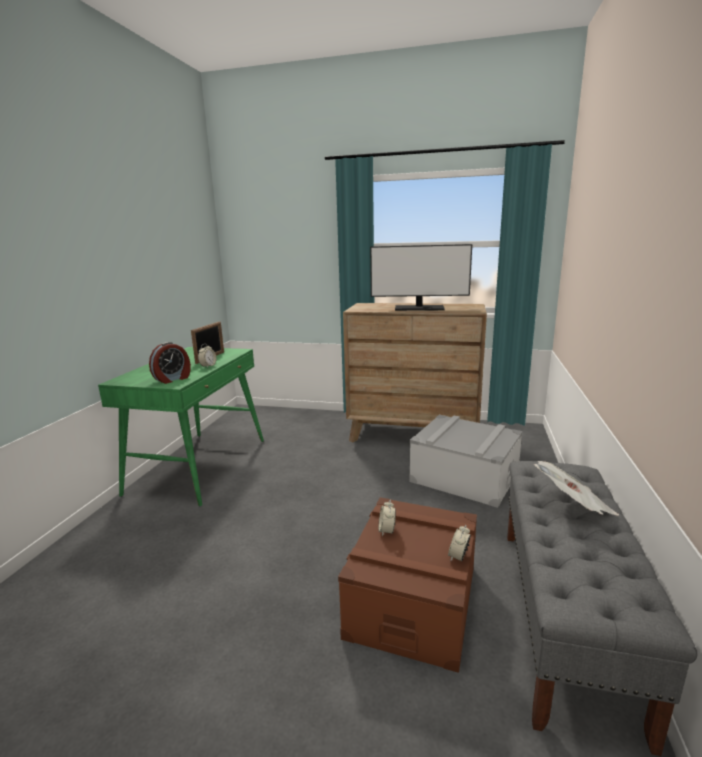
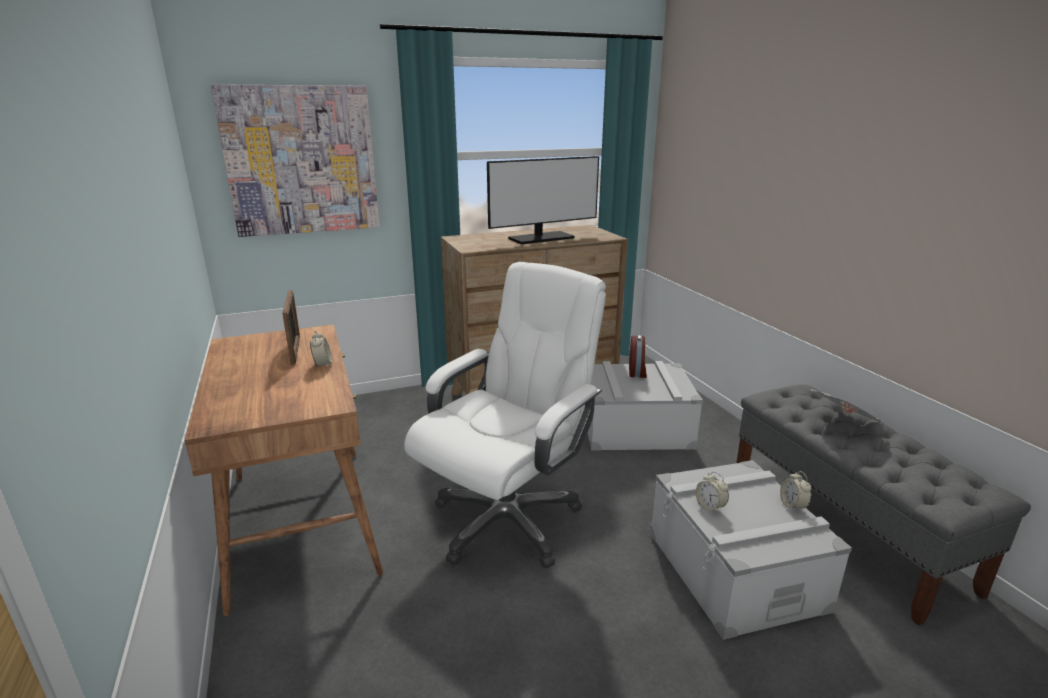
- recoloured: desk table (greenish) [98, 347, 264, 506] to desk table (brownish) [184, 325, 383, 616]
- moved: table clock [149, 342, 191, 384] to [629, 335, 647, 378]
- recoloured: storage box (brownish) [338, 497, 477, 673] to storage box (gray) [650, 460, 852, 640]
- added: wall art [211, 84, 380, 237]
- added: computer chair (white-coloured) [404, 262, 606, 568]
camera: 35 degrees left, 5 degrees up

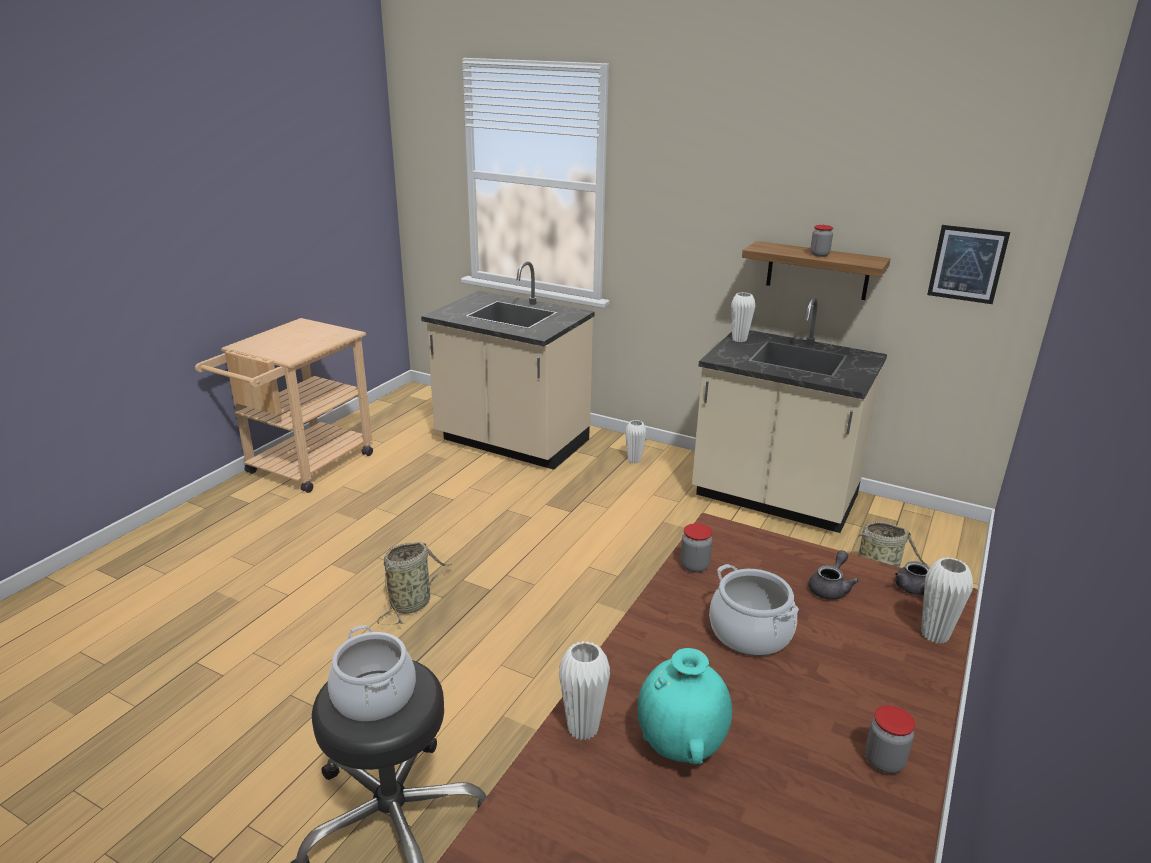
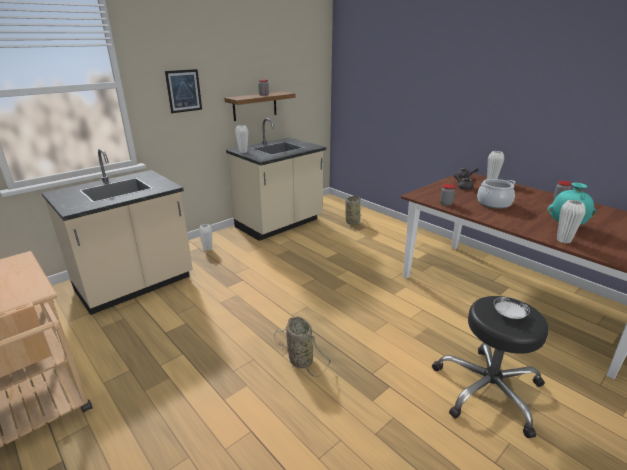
- replaced: saucepot [328, 625, 416, 722] to flat dish (white-coloured) [494, 297, 530, 319]
- moved: wall art [927, 225, 1010, 304] to [165, 69, 202, 113]
camera: 70 degrees left, 0 degrees up

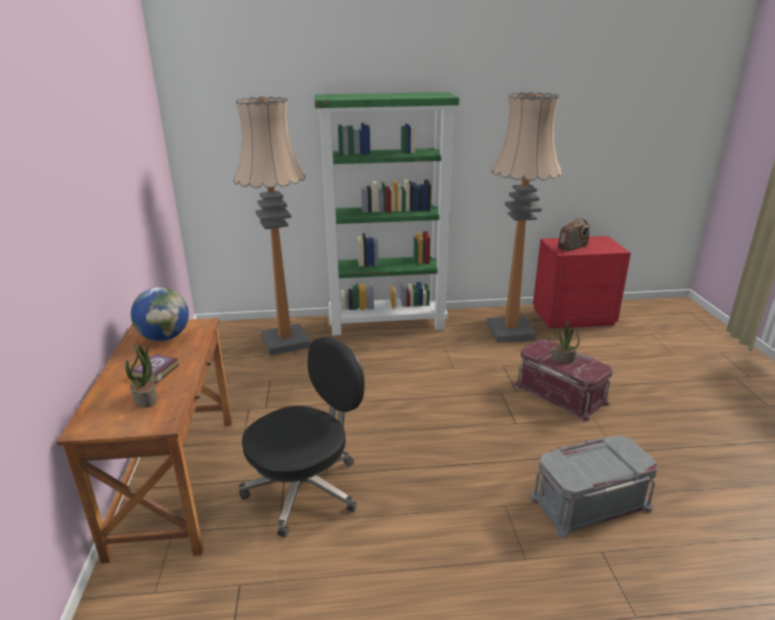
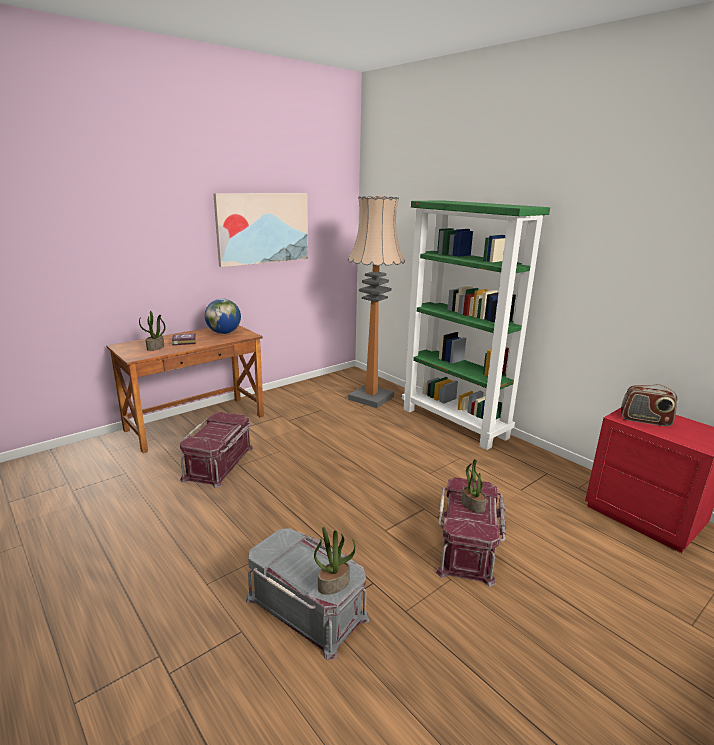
- replaced: computer chair (black) [238, 337, 365, 537] to storage box (reddish) [180, 412, 253, 488]
- removed: floor lamp [487, 92, 562, 343]
- added: wall art [213, 193, 308, 267]
- added: potted plant [314, 527, 356, 595]
camera: 55 degrees right, 5 degrees down

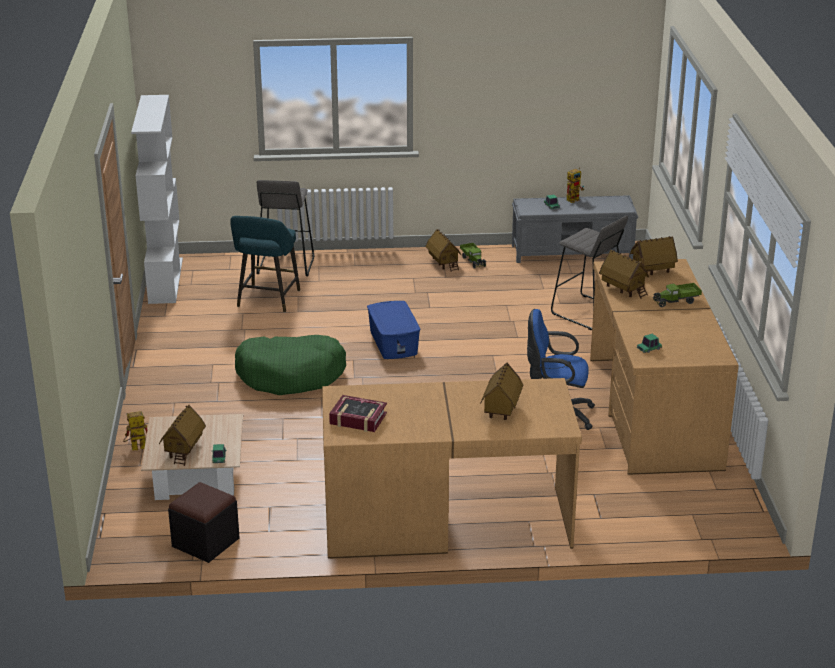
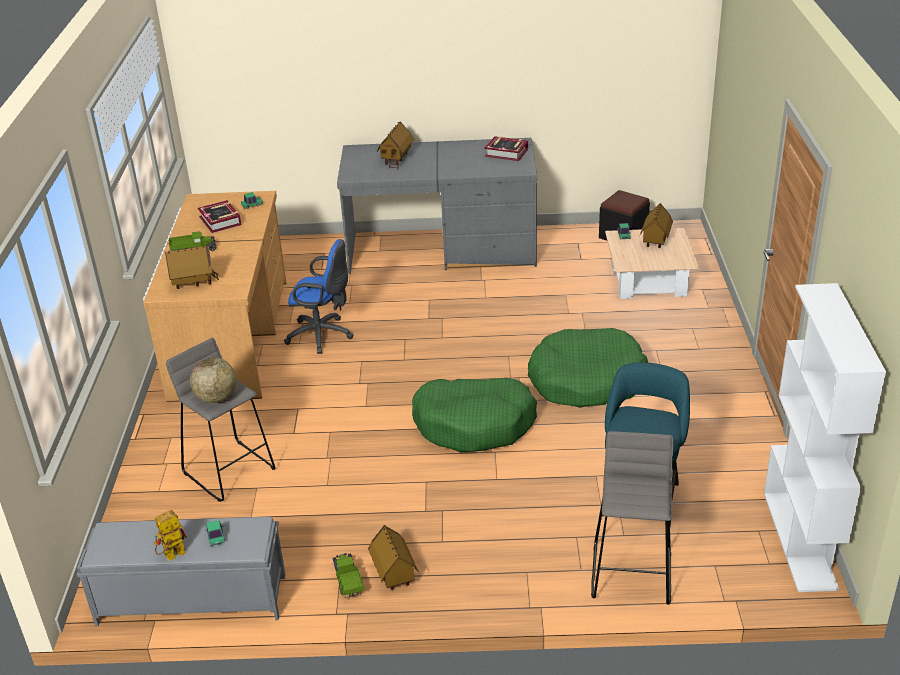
- removed: robot figure [123, 411, 147, 451]
- recoloured: desk table (brownish) [322, 378, 582, 559] to desk table (gray) [337, 138, 537, 274]
- replaced: storage box (blue-coloured) [367, 301, 421, 359] to dog bed (greenish) [412, 378, 537, 452]
- removed: model house [599, 250, 649, 299]
- added: desk globe [190, 357, 236, 403]
- added: book [198, 200, 242, 233]
camera: 175 degrees left, 5 degrees up

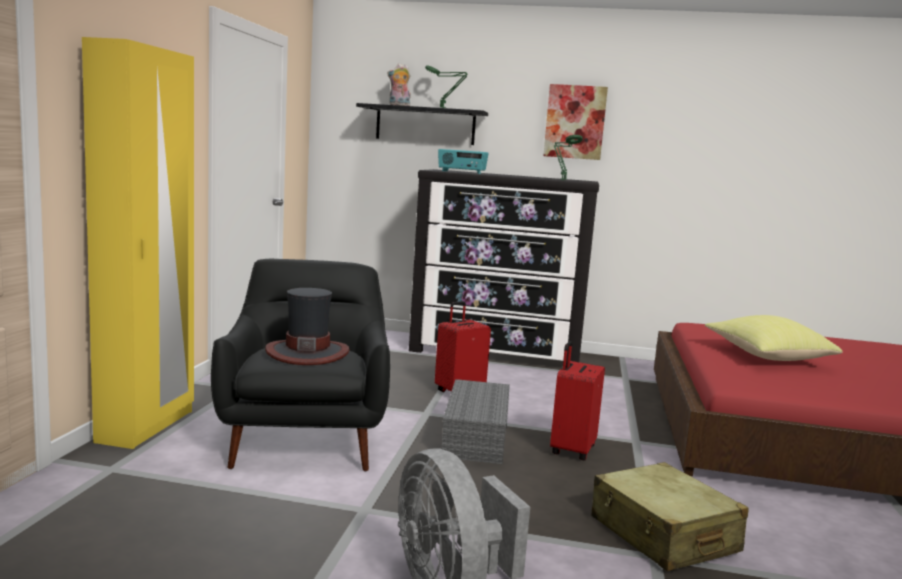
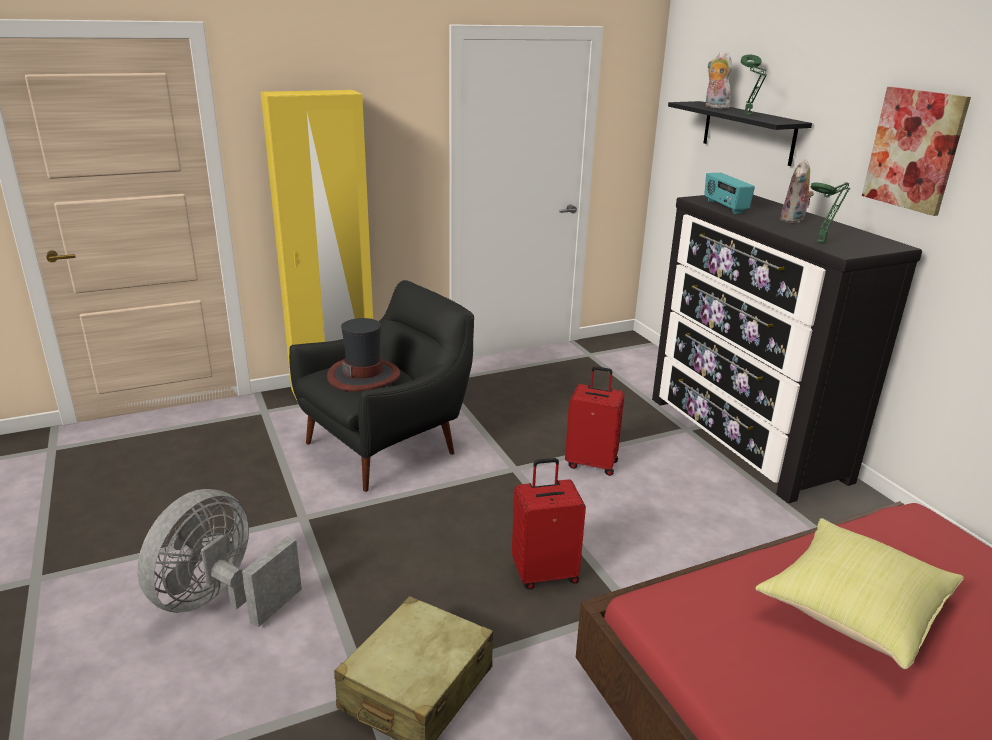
- removed: storage box (gray) [442, 379, 510, 464]
- added: cuddly toy [780, 159, 814, 223]
camera: 55 degrees right, 15 degrees up

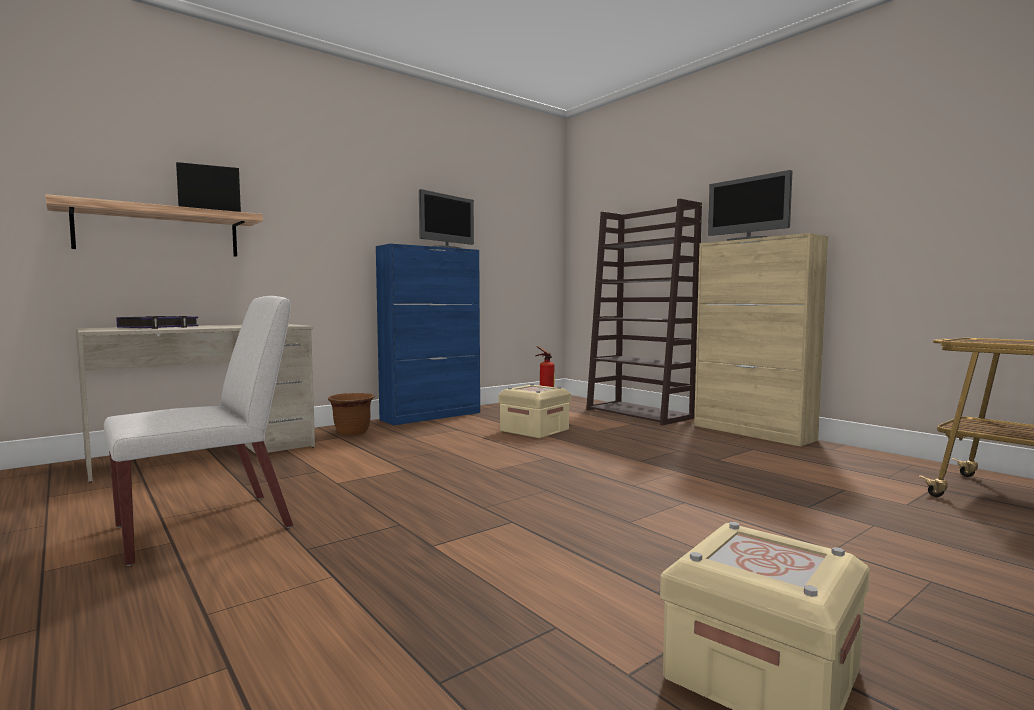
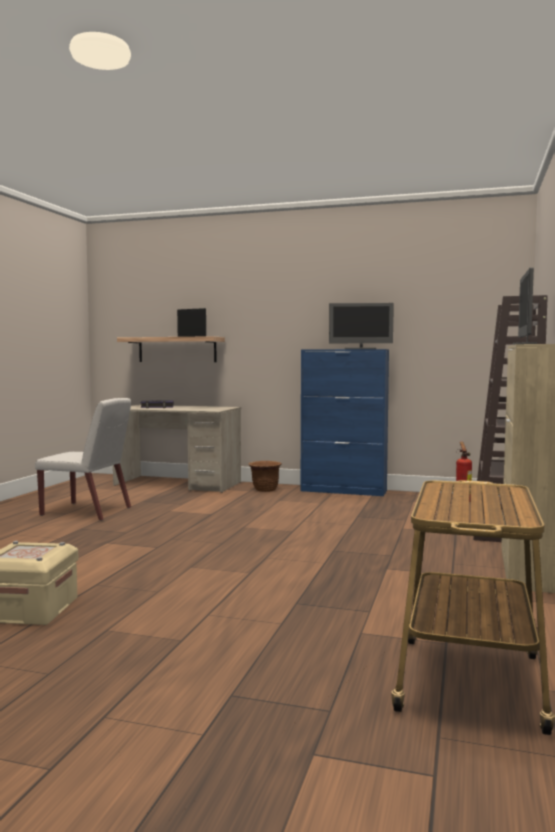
- removed: storage box (beige-coloured) [498, 383, 571, 438]
camera: 55 degrees right, 0 degrees up

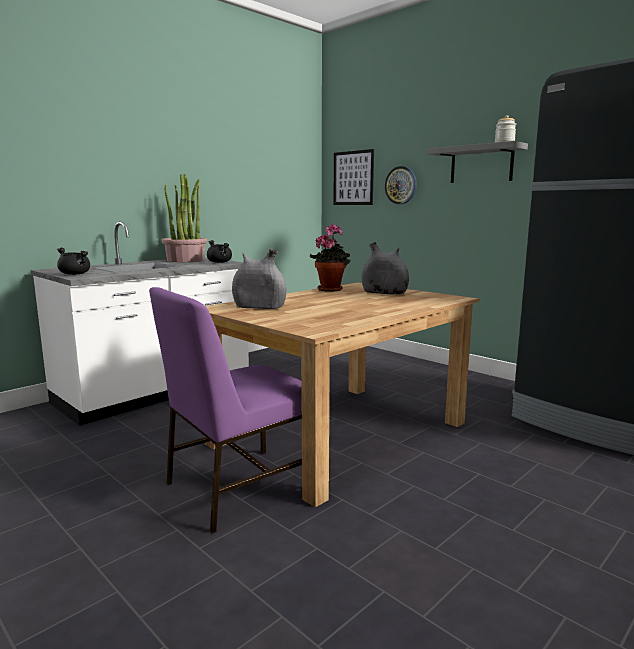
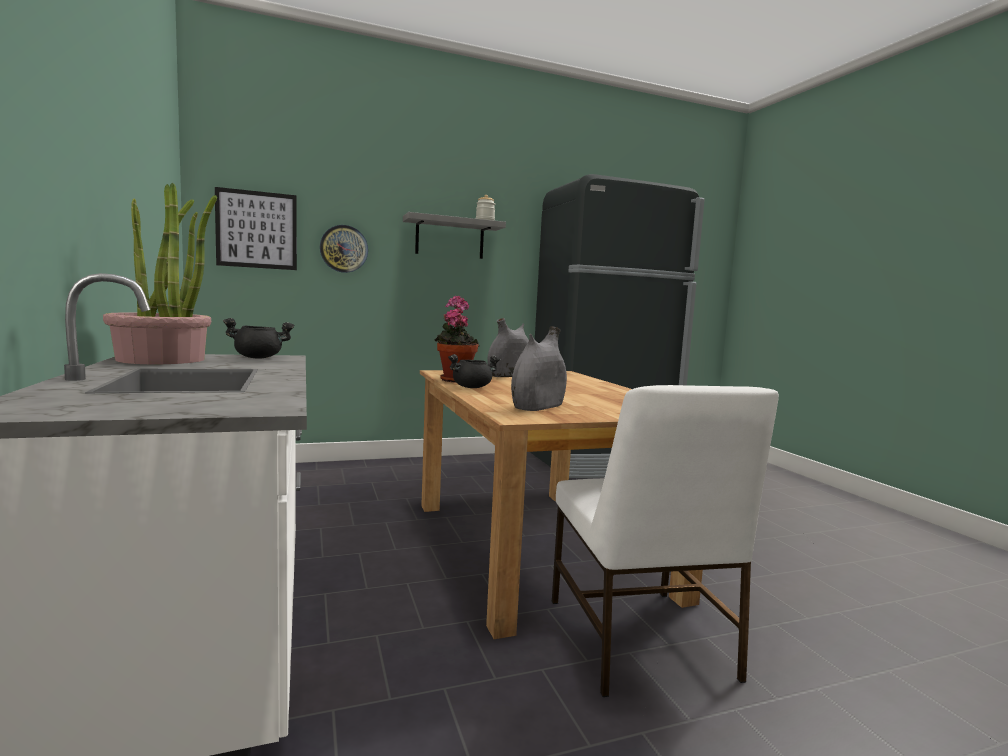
- moved: saucepot (black) [57, 248, 90, 275] to [448, 354, 500, 388]
- recoloured: upright chair (purplish) [149, 287, 302, 534] to upright chair (white-coloured) [552, 385, 779, 697]
camera: 65 degrees left, 5 degrees down

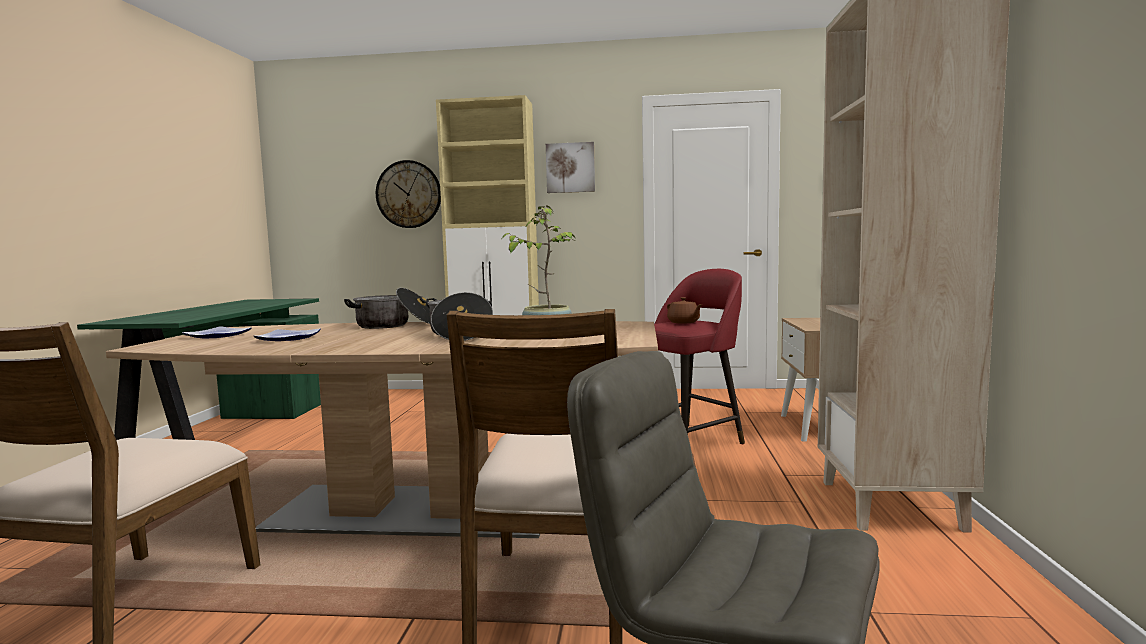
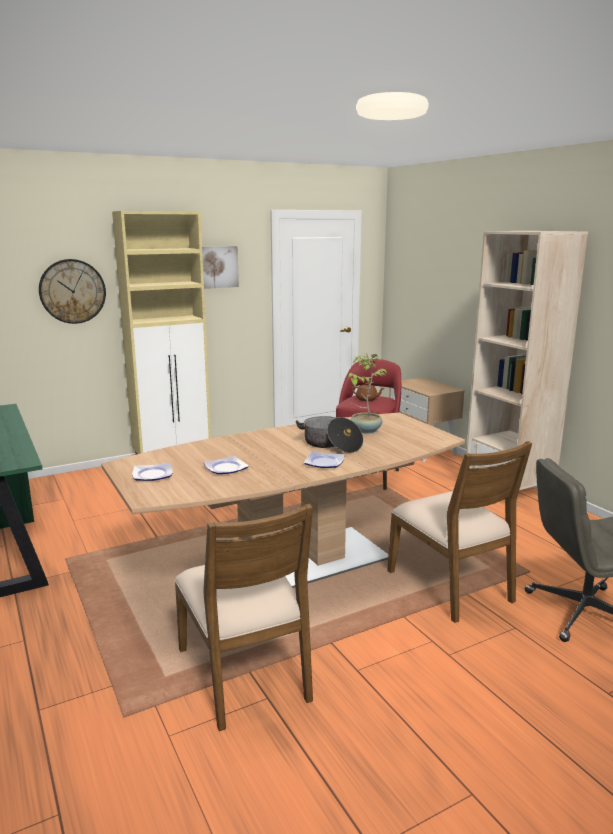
- removed: saucepot [344, 288, 430, 329]
- added: flat dish [304, 451, 344, 468]
camera: 35 degrees left, 10 degrees up

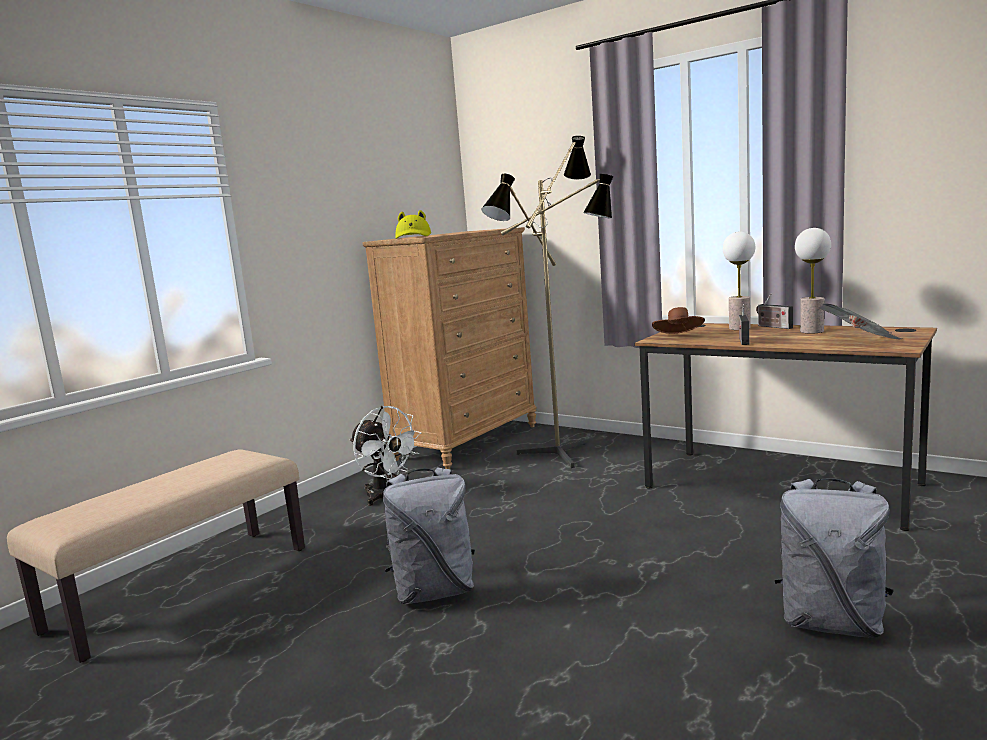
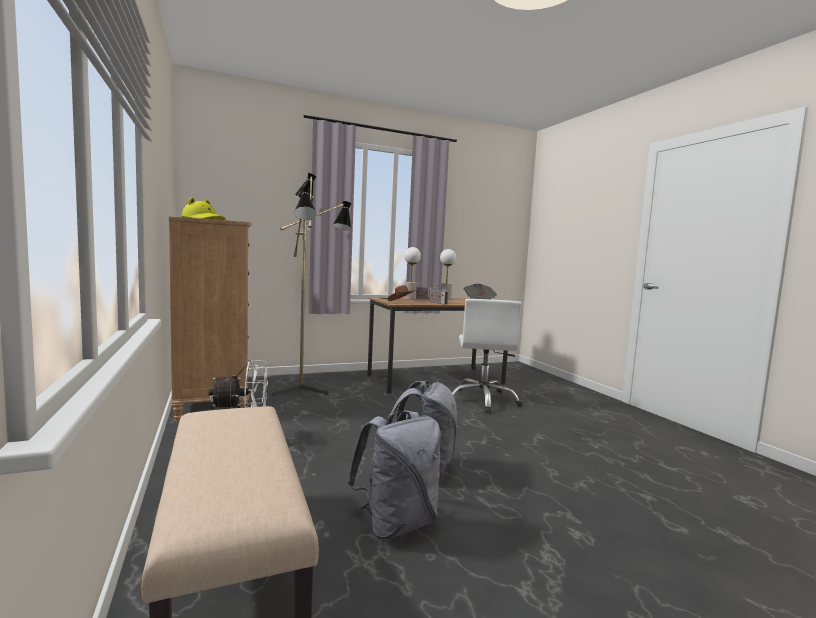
- moved: rucksack (gray) [775, 478, 894, 638] to [347, 410, 441, 540]
- added: computer chair (white-coloured) [452, 299, 522, 413]
camera: 60 degrees left, 5 degrees down

